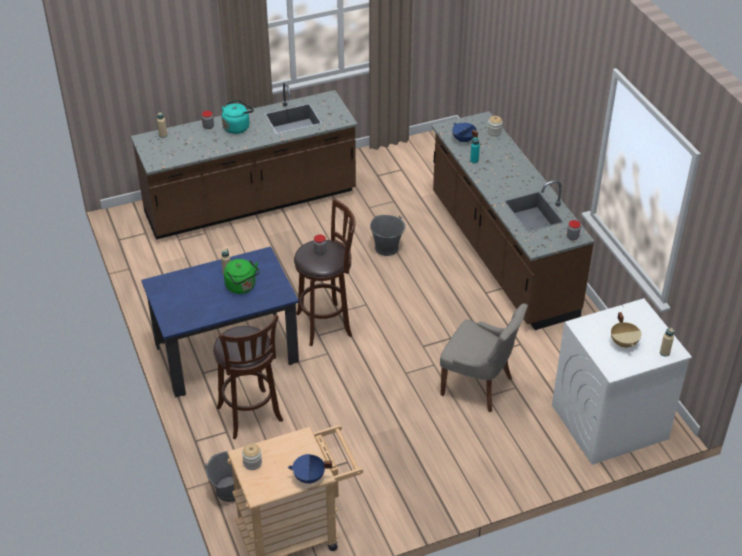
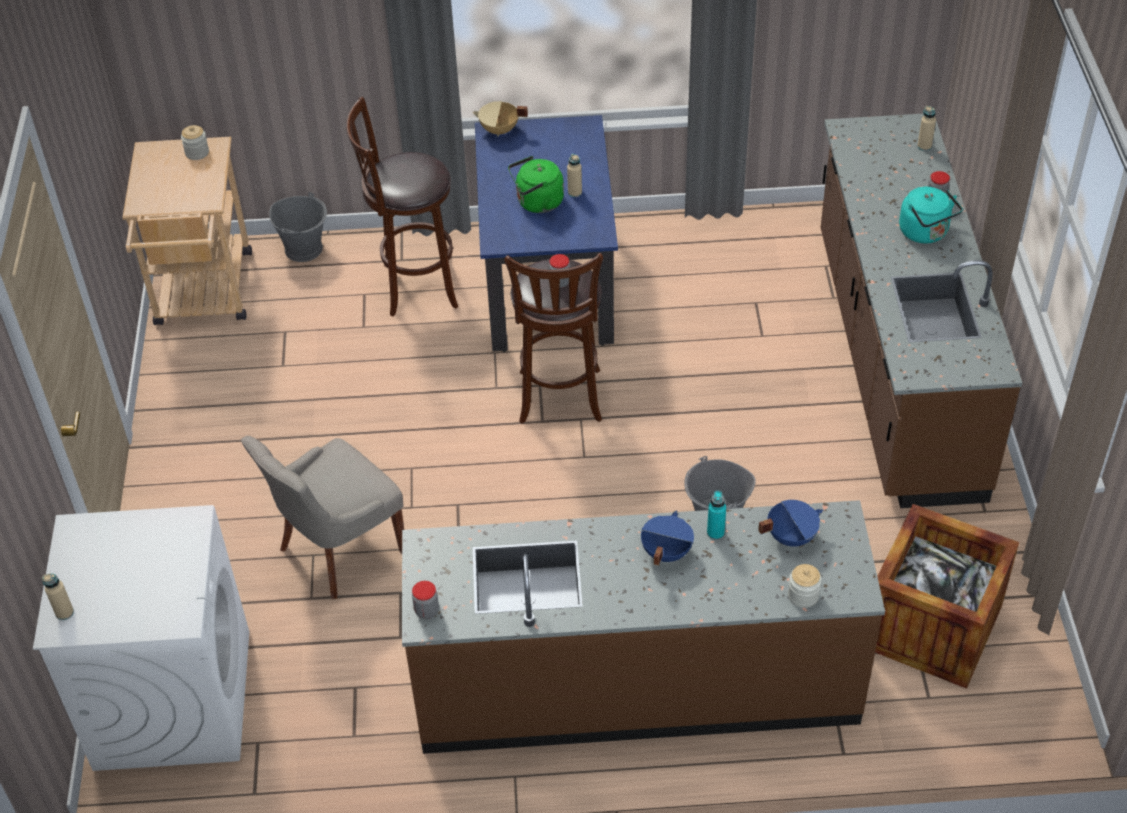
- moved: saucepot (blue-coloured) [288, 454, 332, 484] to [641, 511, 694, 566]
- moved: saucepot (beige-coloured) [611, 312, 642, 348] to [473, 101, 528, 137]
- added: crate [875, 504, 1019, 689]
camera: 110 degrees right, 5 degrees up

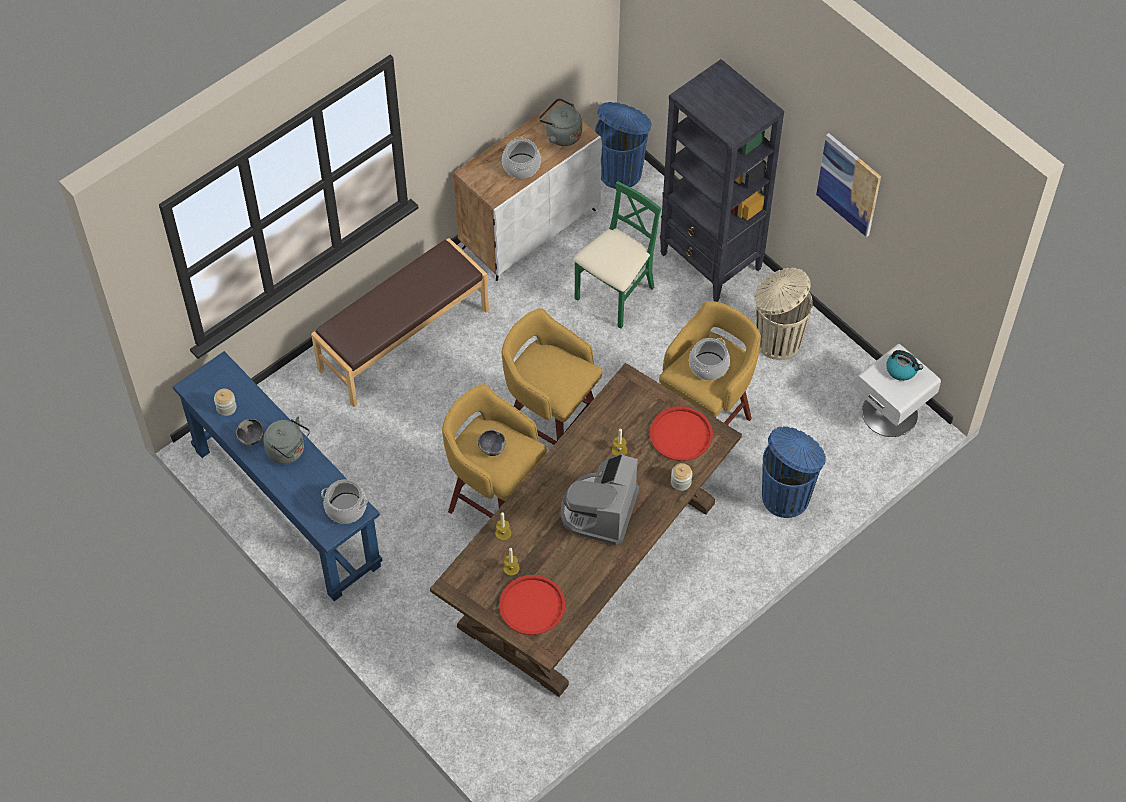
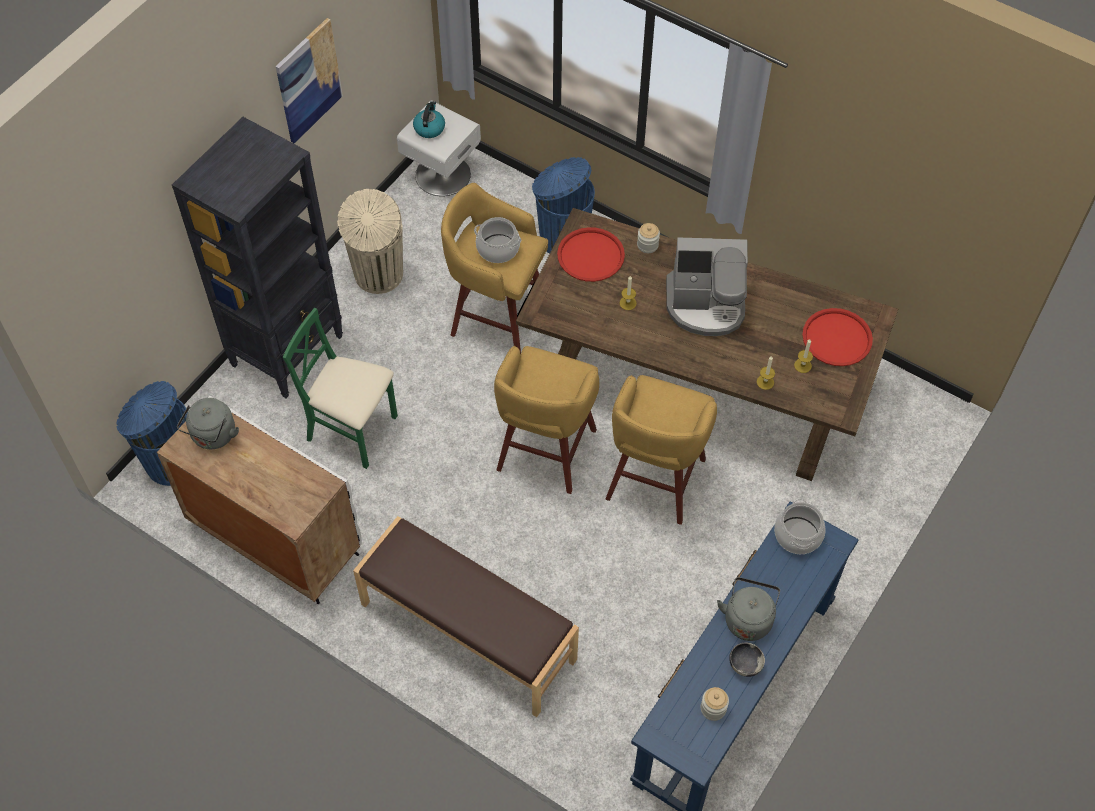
- removed: deep dish [478, 430, 506, 456]
- removed: saucepot [502, 137, 541, 179]
camera: 105 degrees left, 0 degrees up

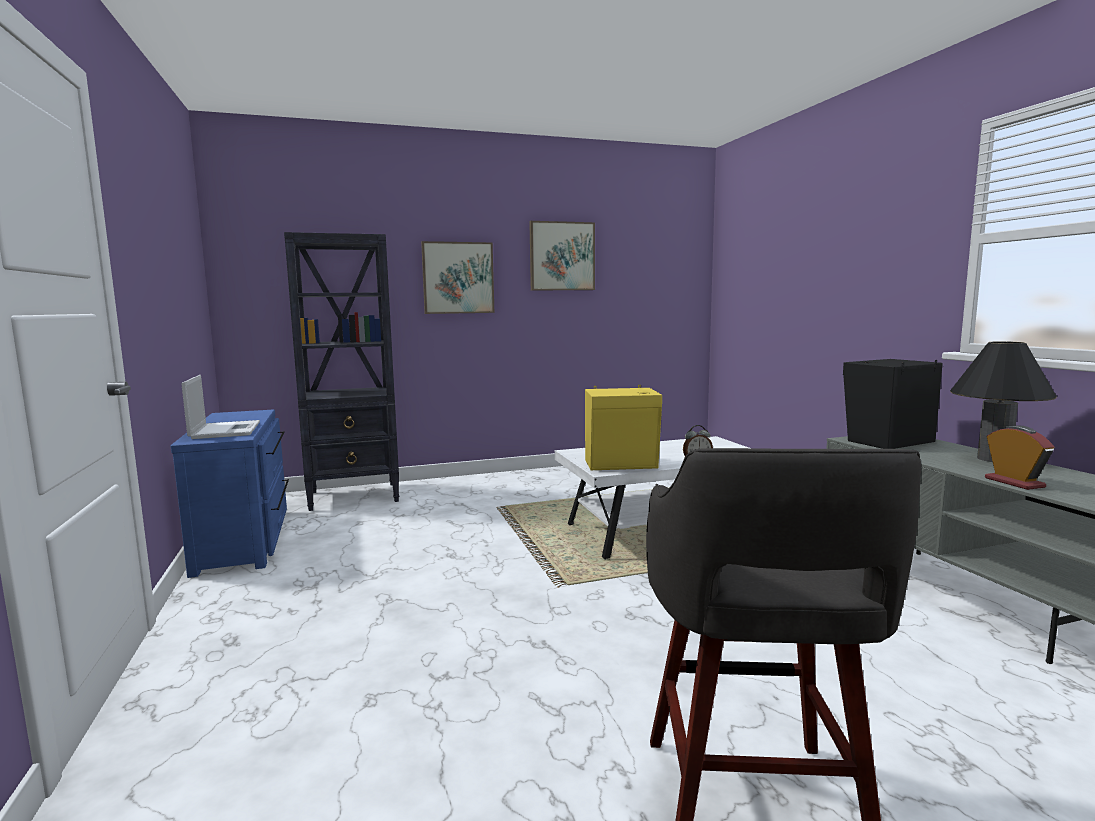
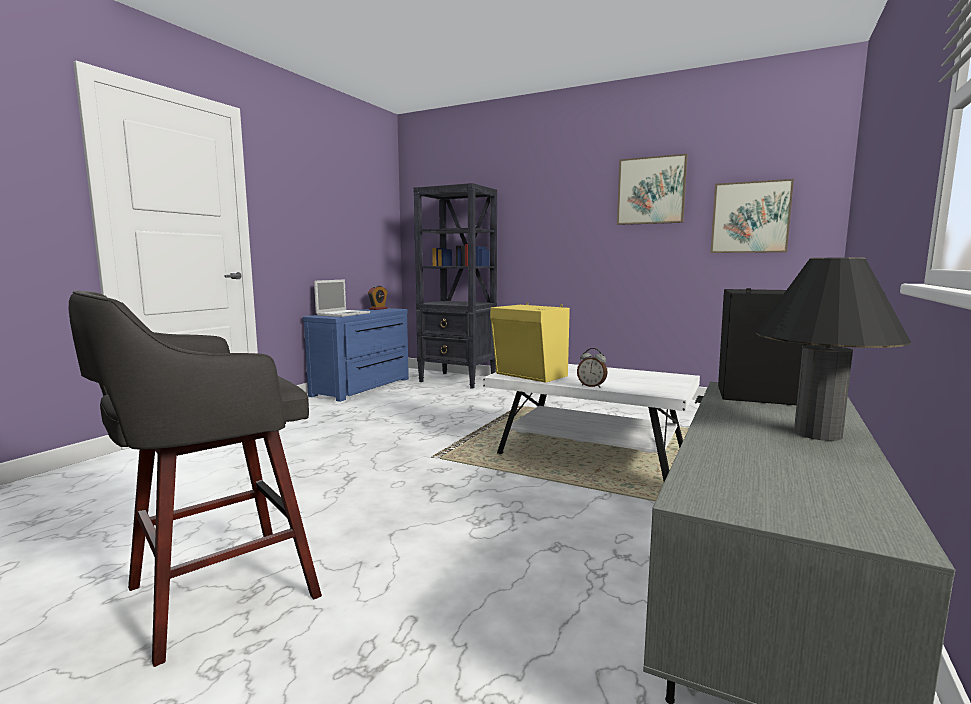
- moved: wall art [421, 241, 494, 314] to [710, 179, 794, 253]
- moved: table clock [985, 425, 1054, 490] to [368, 286, 388, 310]
camera: 45 degrees right, 0 degrees up

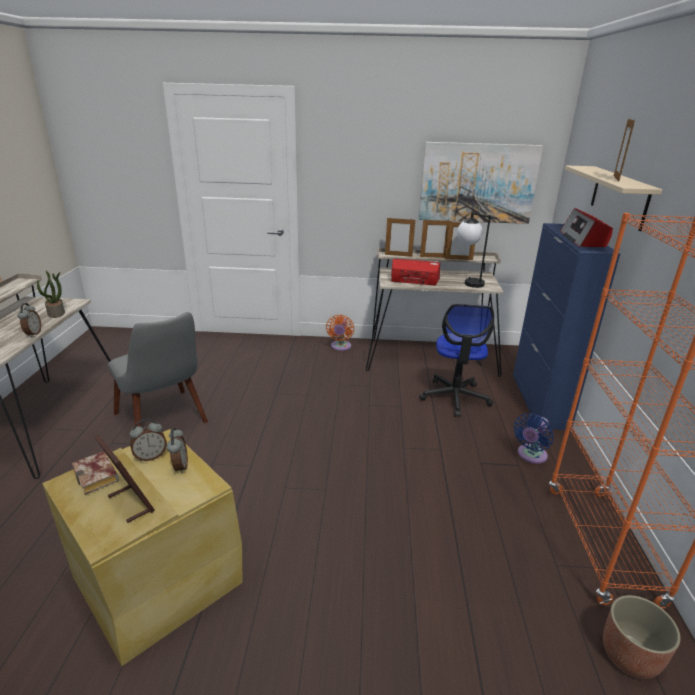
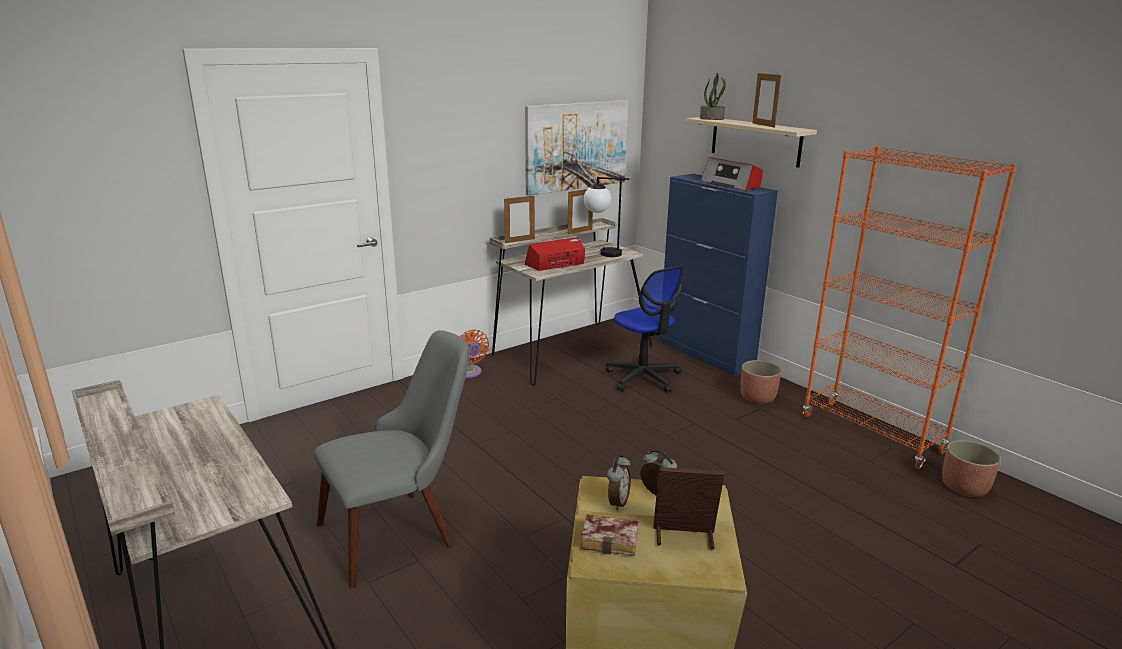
- removed: table clock [18, 303, 41, 338]
- moved: potted plant [37, 271, 65, 318] to [700, 73, 726, 120]
- turned: upright chair (gray) [108, 312, 208, 427] = [314, 330, 469, 589] 45 degrees counterclockwise
- removed: standing frame [420, 219, 452, 258]
- replaced: fan (blue-coloured) [514, 413, 554, 464] to planter [740, 360, 781, 404]
camera: 40 degrees left, 5 degrees down

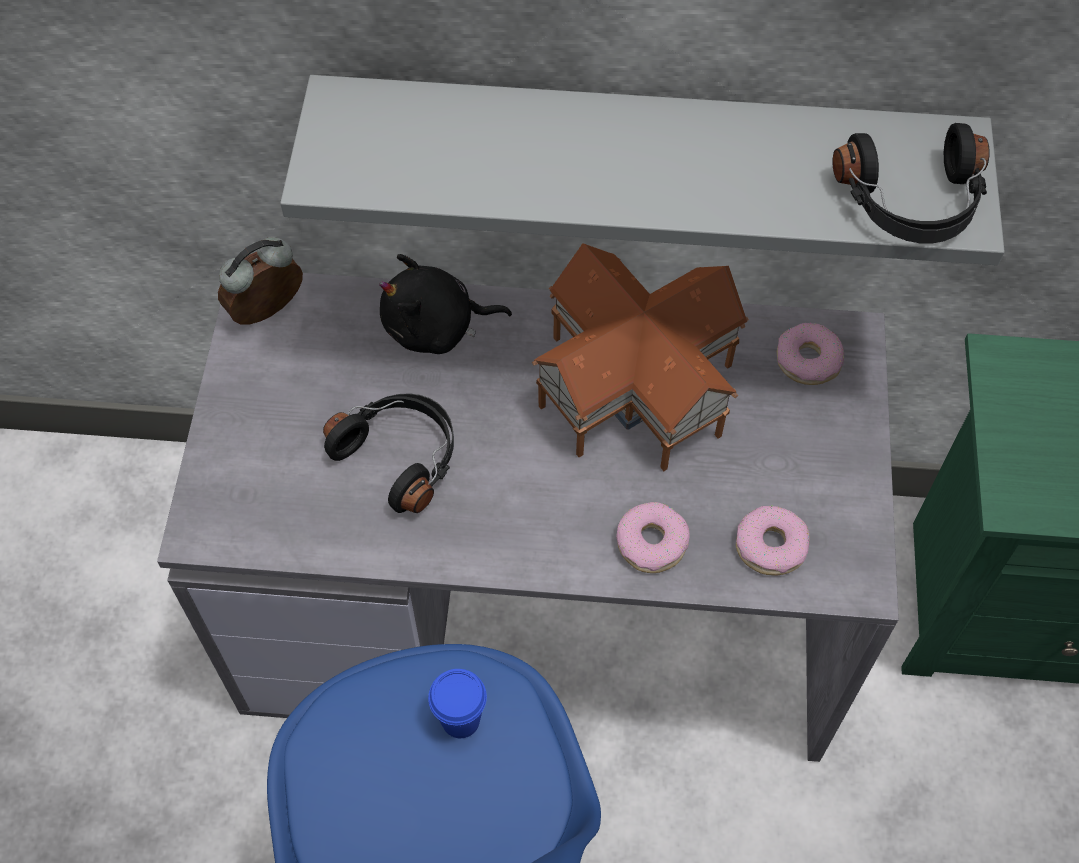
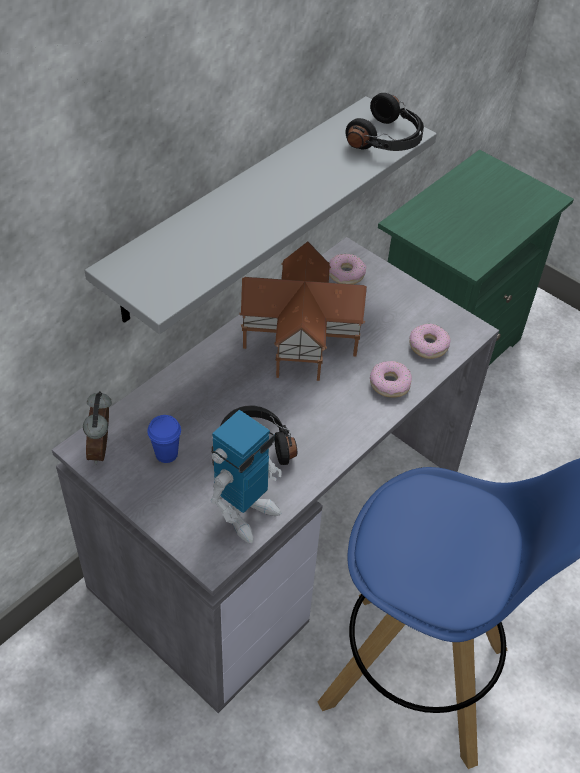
- removed: cuddly toy (black) [379, 254, 512, 354]
- moved: drinking cup (blue-coloured) [428, 669, 487, 738] to [147, 415, 181, 463]
- added: robot figure [211, 410, 282, 543]
camera: 55 degrees left, 10 degrees down

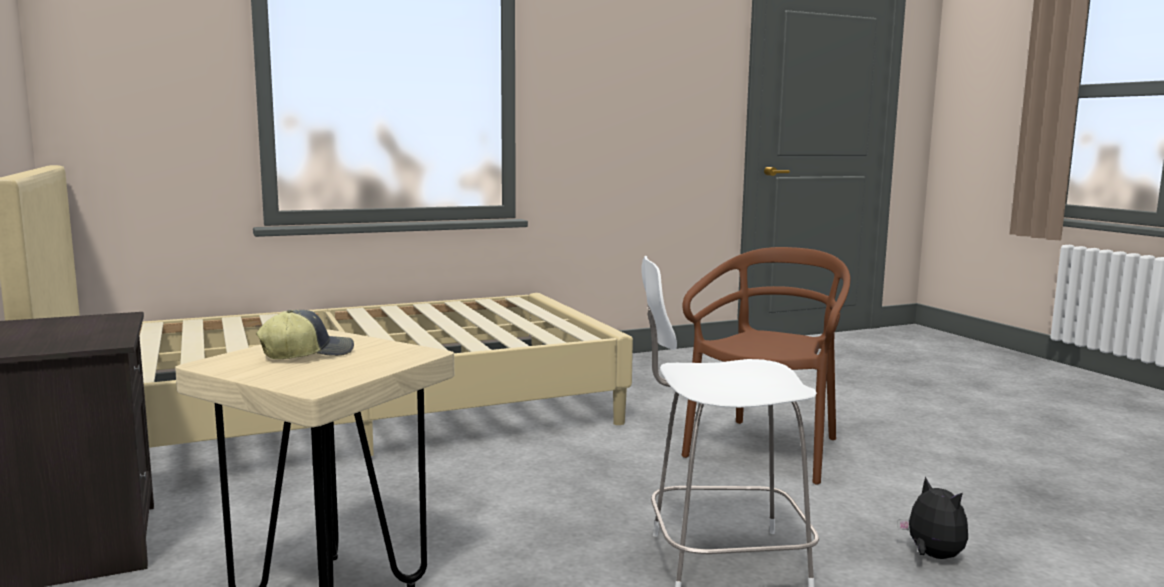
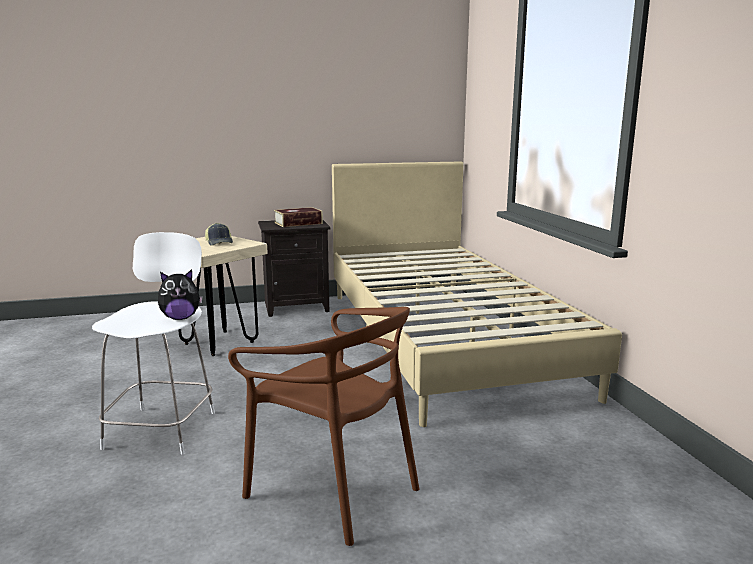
- moved: cuddly toy [898, 477, 968, 559] to [158, 270, 203, 320]
- added: book [274, 207, 323, 227]
camera: 100 degrees right, 5 degrees up

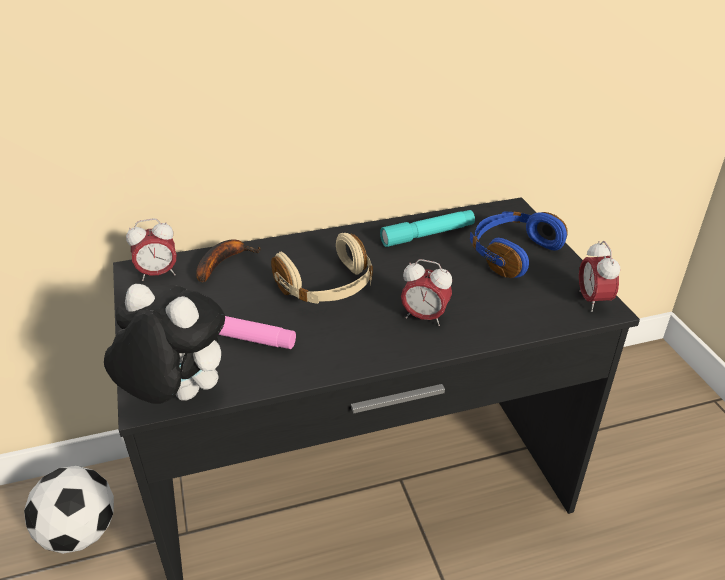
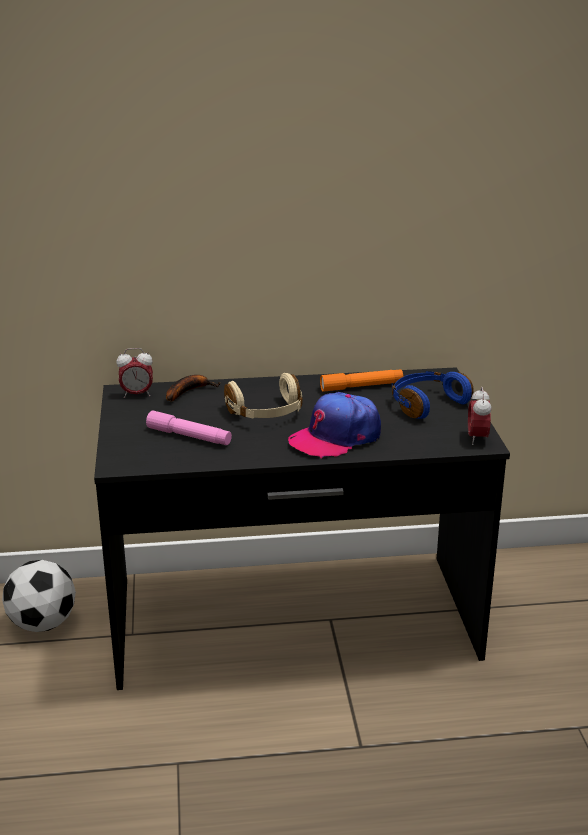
- removed: cuddly toy [104, 284, 225, 404]
- recoloured: hand torch (blue-green) [380, 210, 475, 247] to hand torch (orange) [320, 369, 403, 392]
- replaced: table clock [401, 259, 452, 326] to cap [288, 392, 381, 459]
camera: 10 degrees right, 10 degrees down

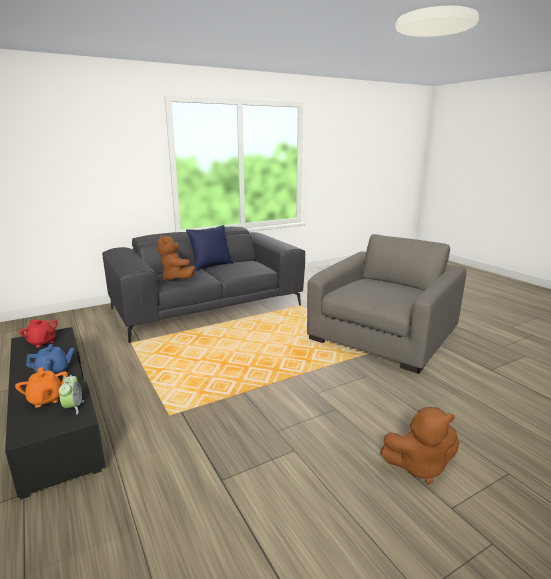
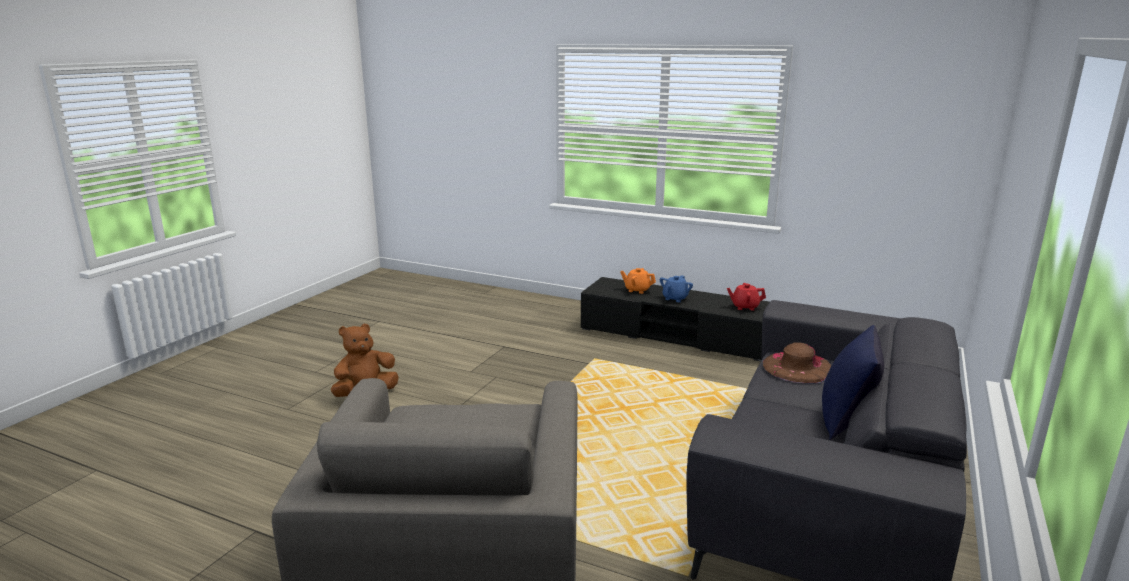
- removed: table clock [59, 375, 84, 415]
- replaced: cuddly toy (brownish) [157, 235, 195, 281] to hat (brownish) [763, 342, 831, 384]
camera: 145 degrees right, 0 degrees up

